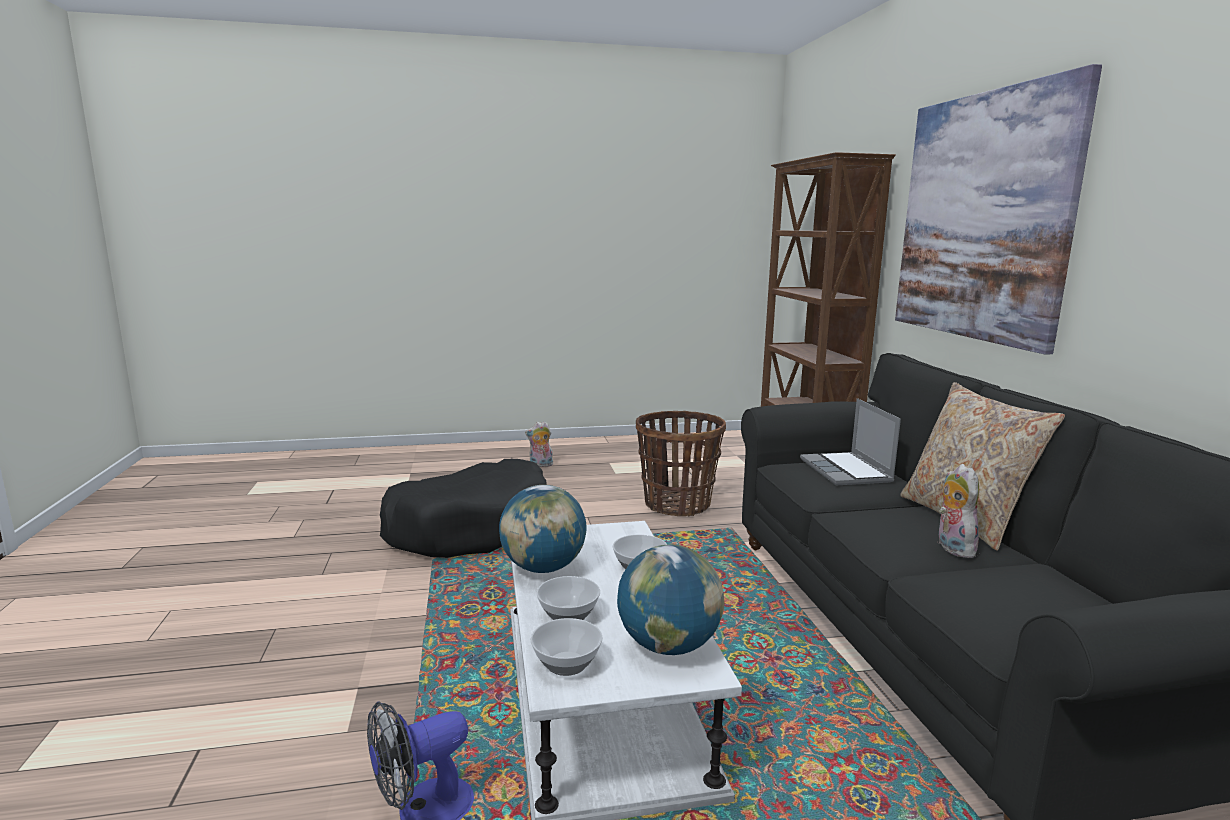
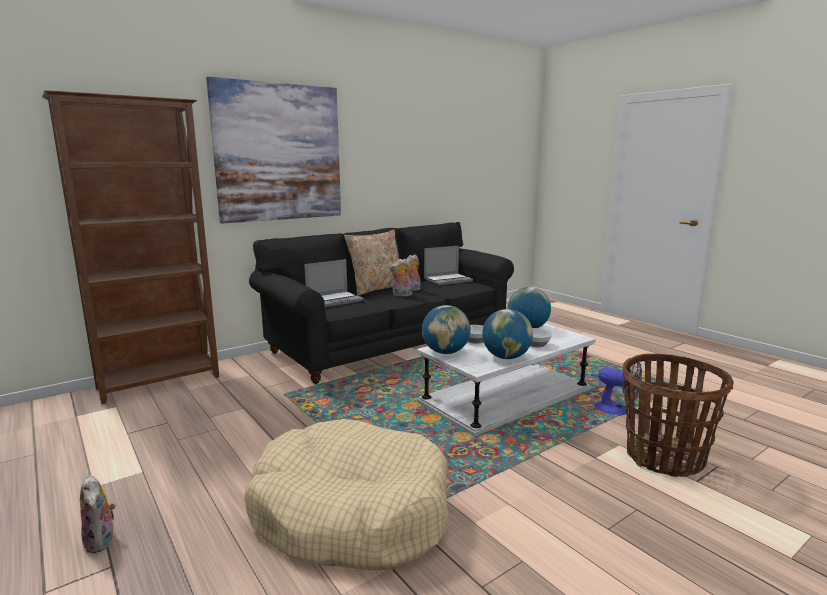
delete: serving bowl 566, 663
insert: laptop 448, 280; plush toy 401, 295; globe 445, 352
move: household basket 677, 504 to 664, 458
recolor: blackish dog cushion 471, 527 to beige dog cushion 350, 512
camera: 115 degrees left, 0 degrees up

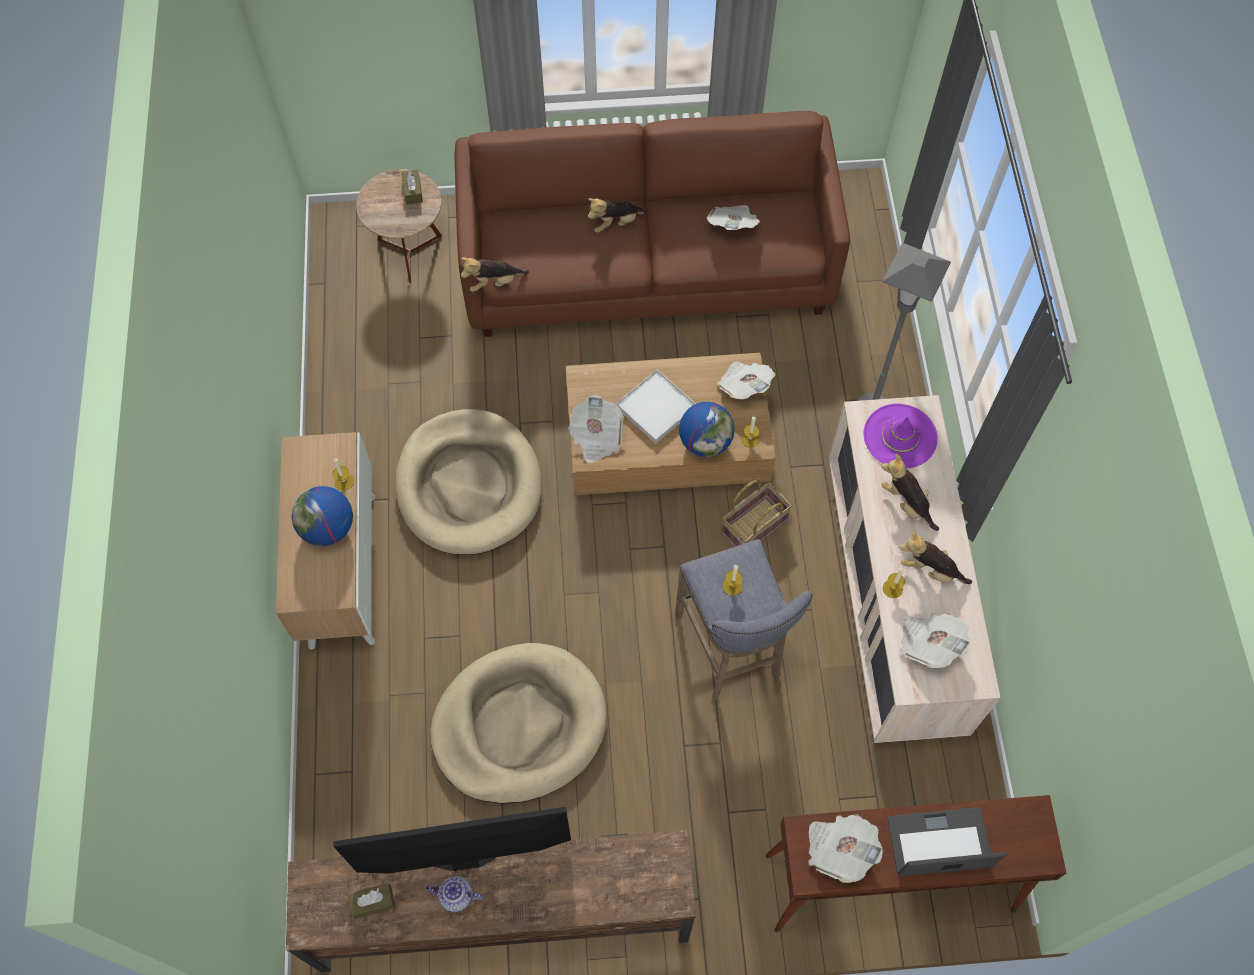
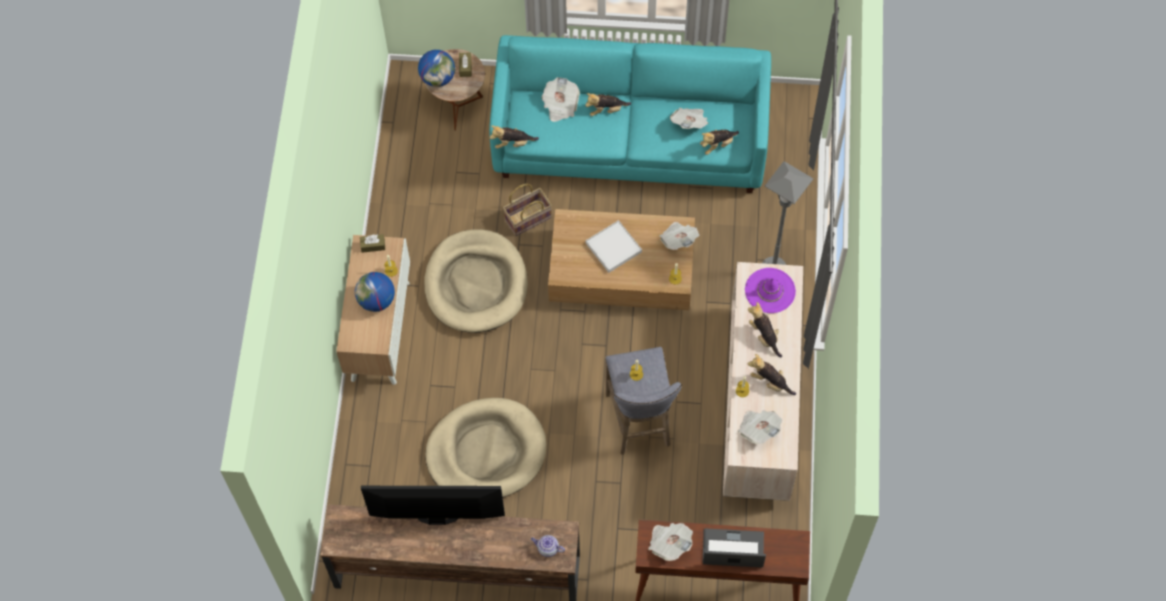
insert: plush toy 717, 145
move: daily paper 596, 437 to 560, 105; globe 705, 442 to 438, 78; household basket 753, 526 to 528, 217; tea pot 455, 896 to 547, 548; brown-coloured tissue box 373, 902 to 373, 245
recolor: brown-coloured couch 648, 267 to turquoise-coloured couch 630, 141
camera: 10 degrees right, 0 degrees up

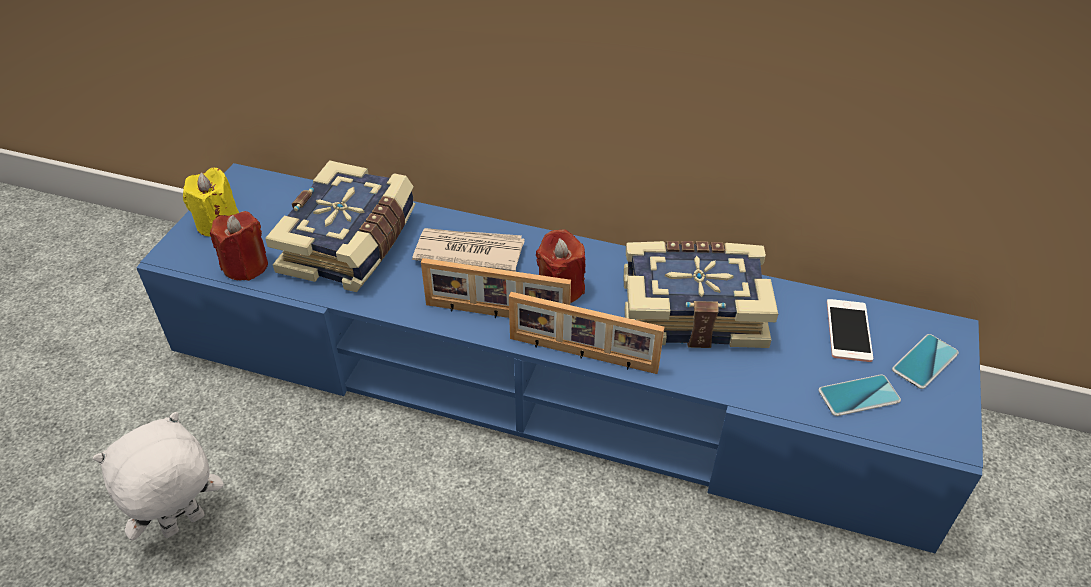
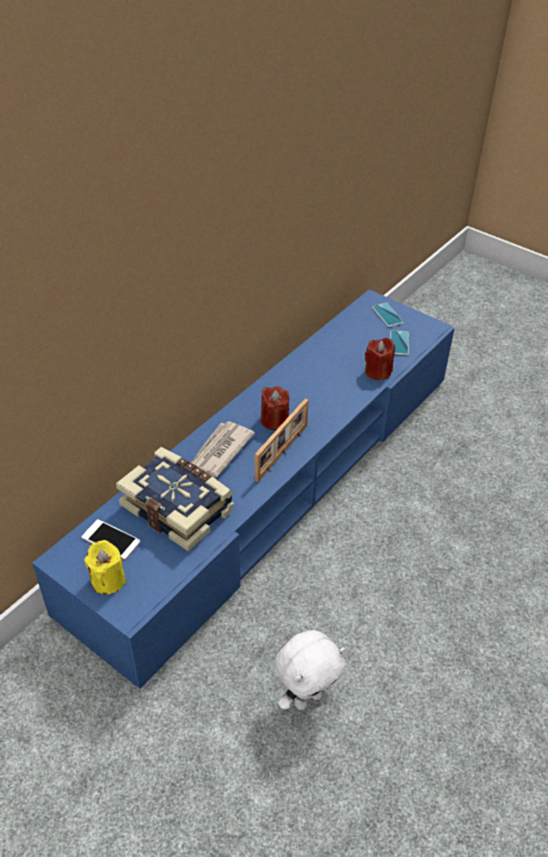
delete: volume 692, 309; standing frame 582, 355
move: red-coloured wax light 246, 266 to 378, 372; handset 848, 331 to 111, 540
rotate: white plush toy 184, 526 = 307, 698 105 degrees counterclockwise
camera: 70 degrees left, 0 degrees up

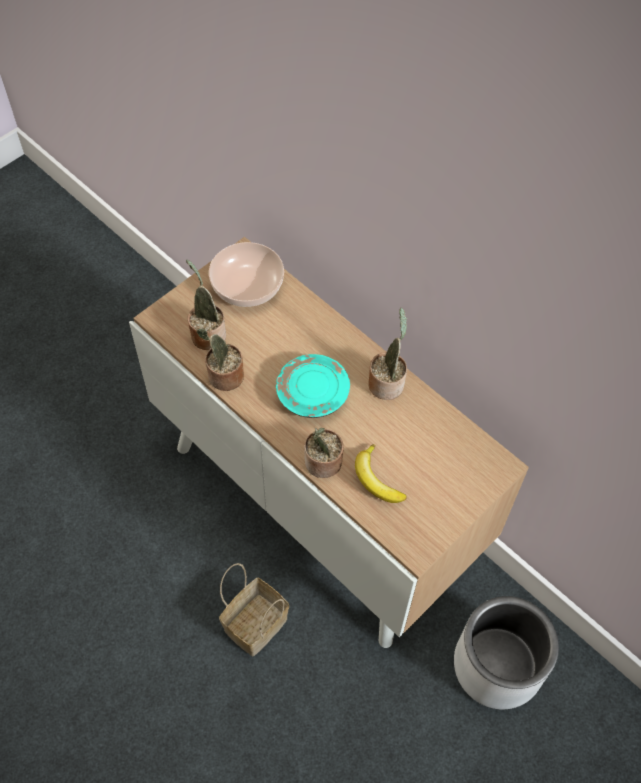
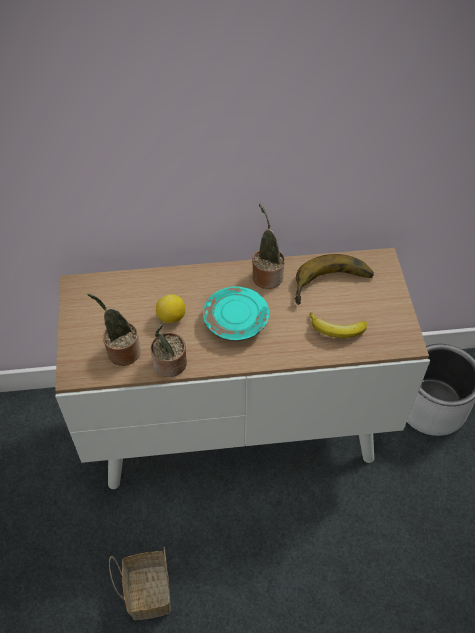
delete: serving bowl 247, 284; plant in a pot 322, 464
insert: banana 333, 287; citrus fruit 171, 317
move: household basket 256, 622 to 147, 590
camera: 50 degrees left, 5 degrees down

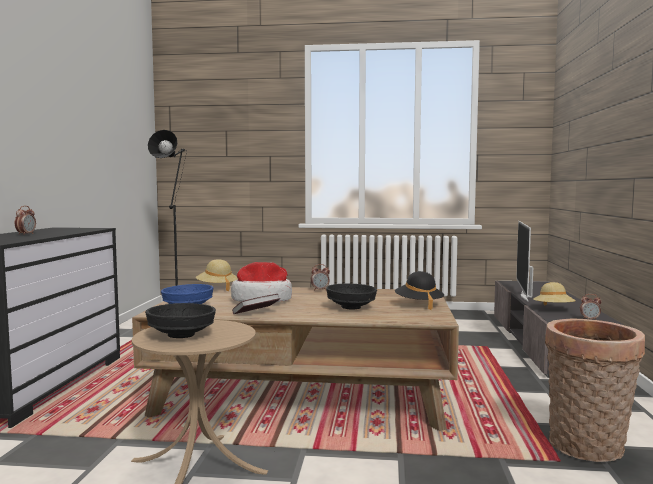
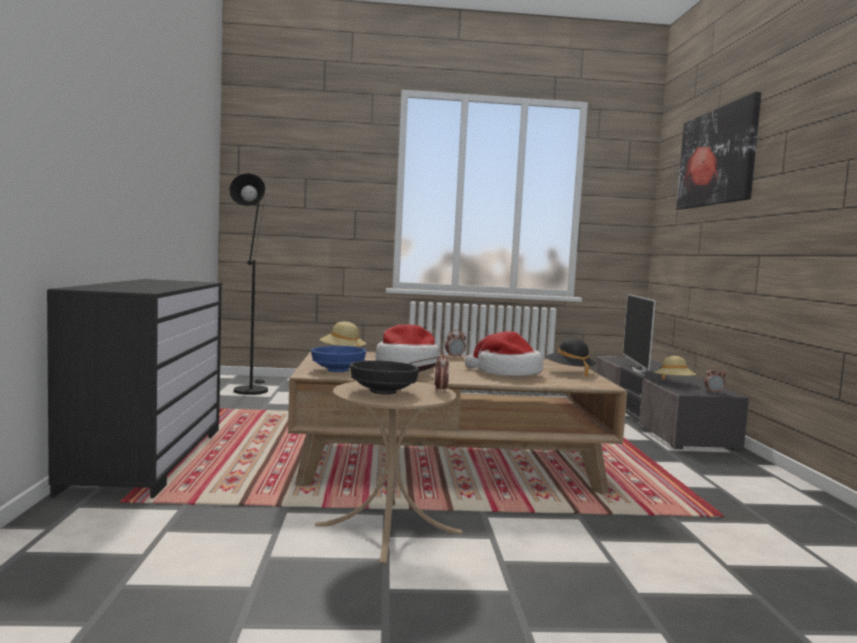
delete: household basket 588, 449
insert: wall art 716, 157
move: alarm clock 26, 234 to 440, 390
replace: blackish serving bowl 350, 307 to hat 506, 373
camera: 10 degrees left, 0 degrees up

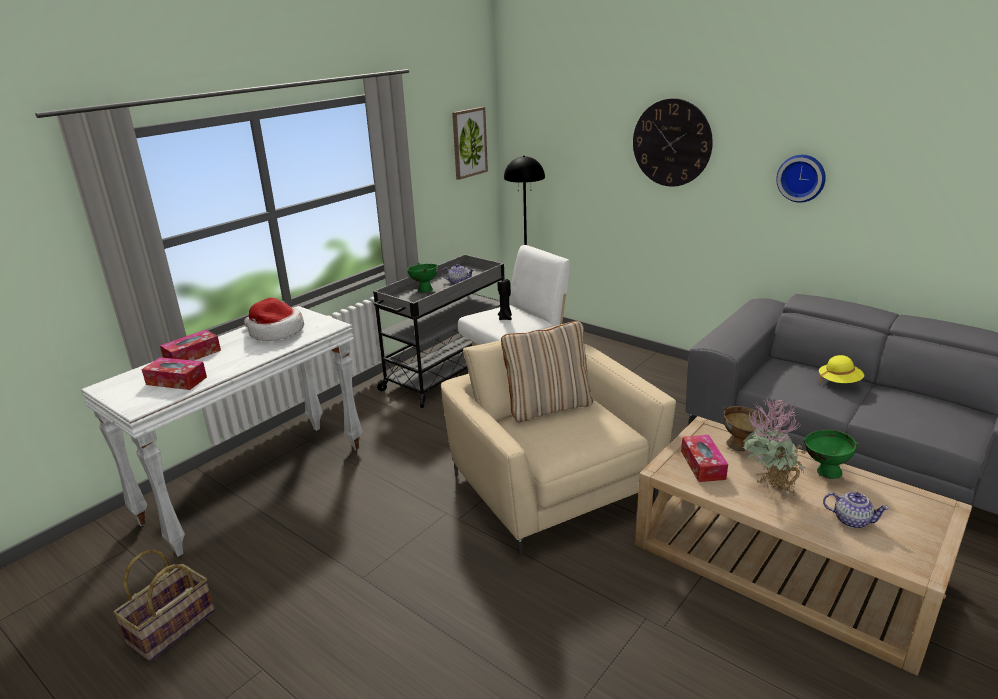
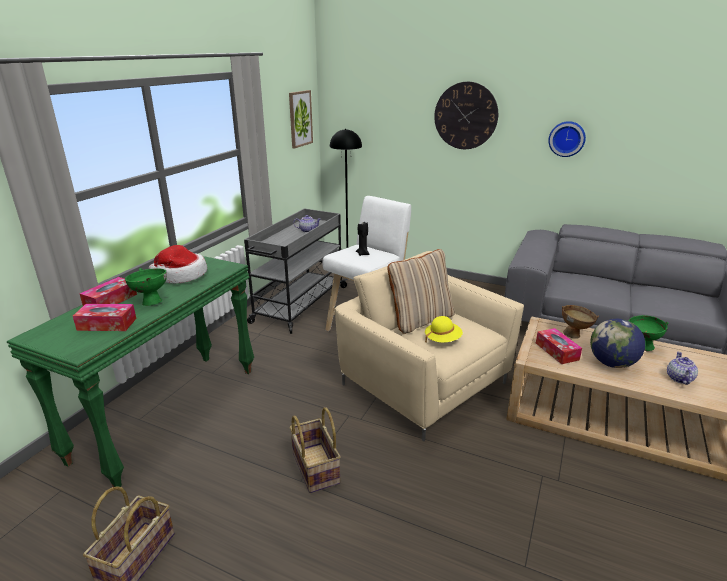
insert: household basket 314, 468
move: green serving bowl 424, 289 to 151, 301; yellow-coloured hat 839, 382 to 442, 340
replace: plant in a pot 768, 489 to globe 612, 363
recolor: white hall table 256, 482 to green hall table 168, 412
rotate: tea pot 851, 520 = 679, 378 90 degrees counterclockwise
camera: 15 degrees left, 0 degrees up

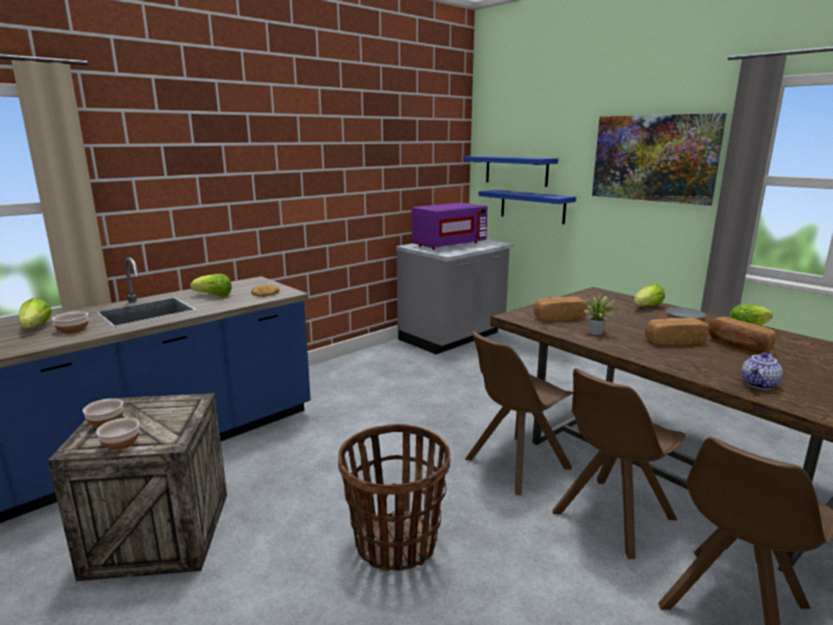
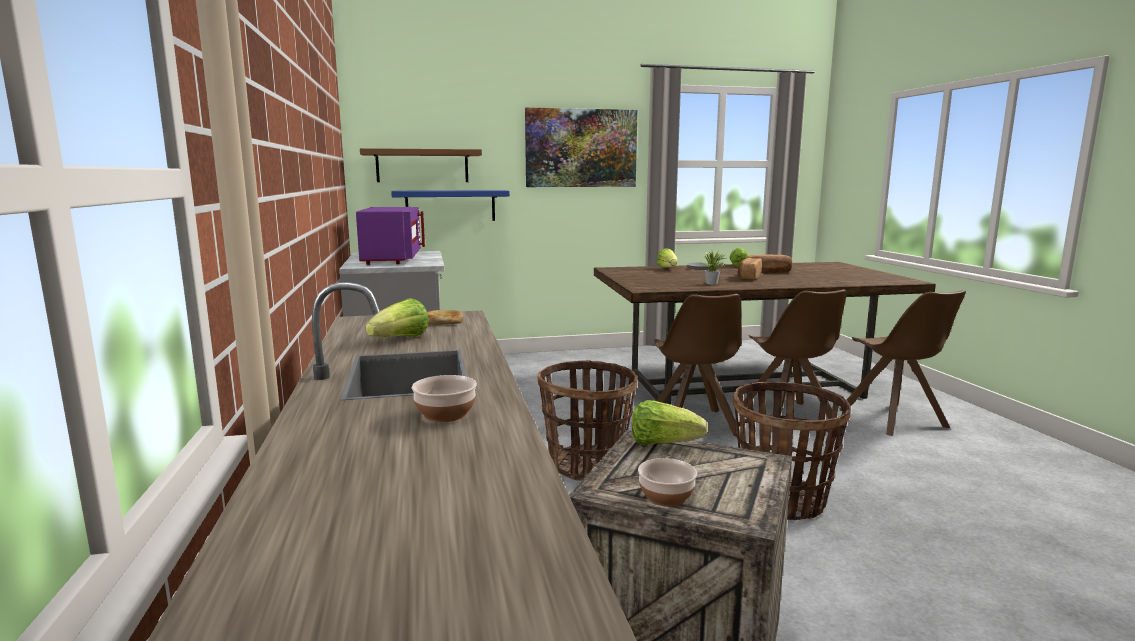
delete: bread 558, 317; tea pot 760, 385; serving bowl 121, 443
insert: household basket 587, 466
move: lettuce head 36, 327 to 663, 443
recolor: blue wall shelf 516, 170 to brown-coloured wall shelf 422, 166
camera: 60 degrees left, 5 degrees down

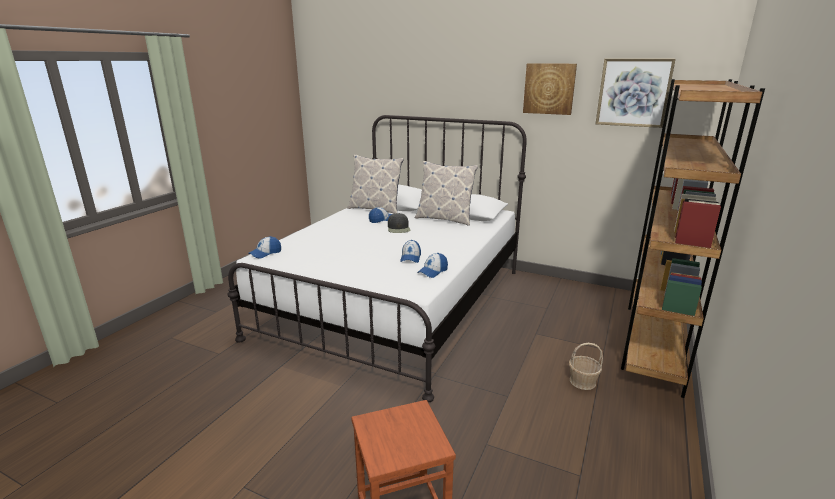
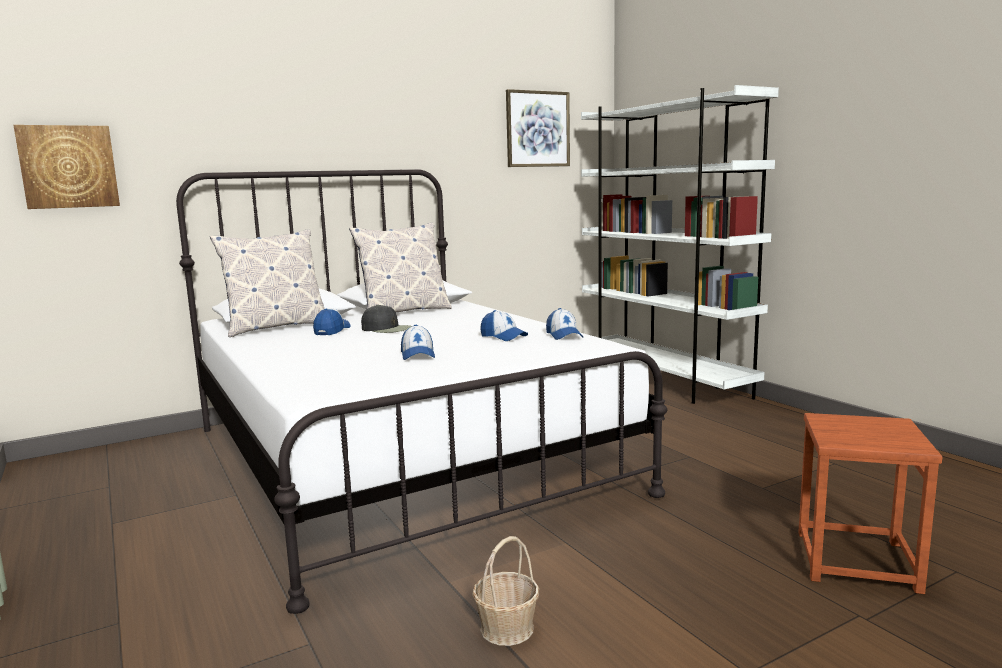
move: wall art 549, 89 to 68, 167; baseball cap 265, 253 to 418, 355; household basket 582, 381 to 506, 628
recolor: brown-coloured bookcase 652, 342 to white bookcase 664, 381
camera: 55 degrees left, 10 degrees down

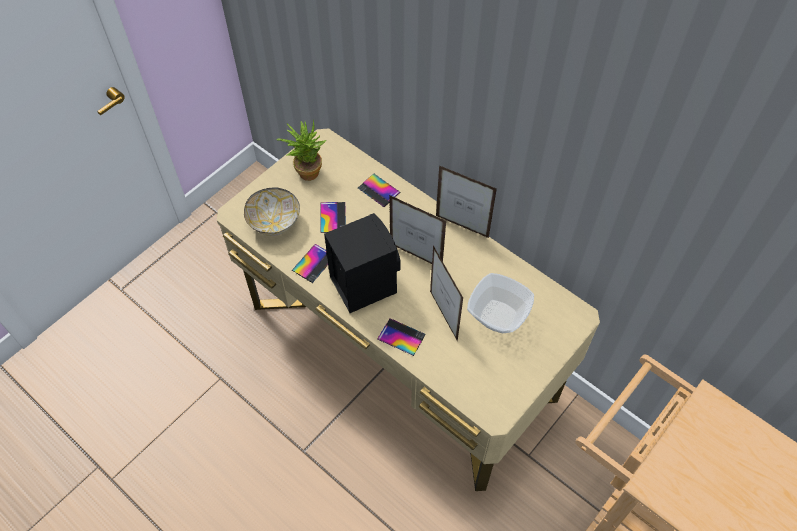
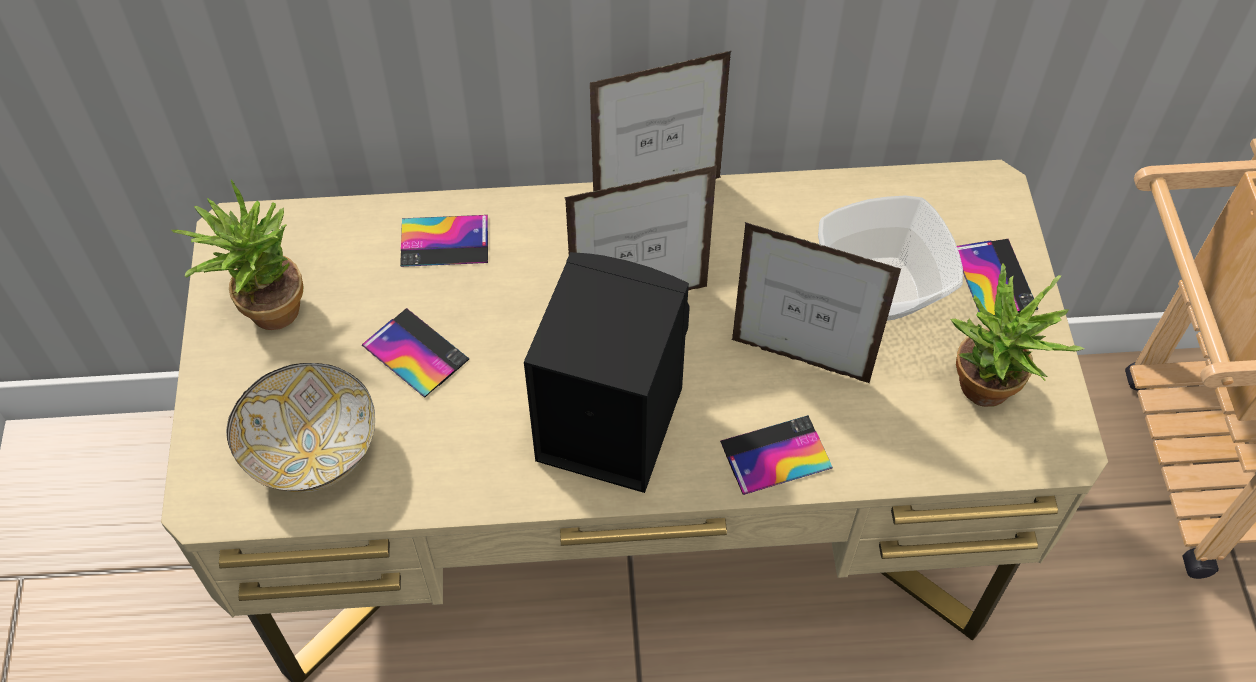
insert: plant in a pot 988, 395
move: handset 313, 263 to 994, 278
camera: 45 degrees left, 0 degrees up

